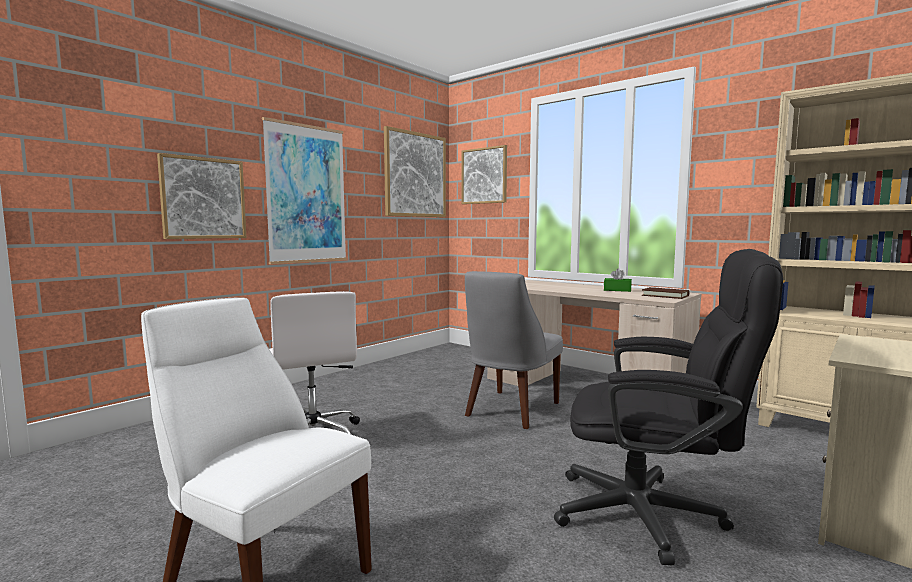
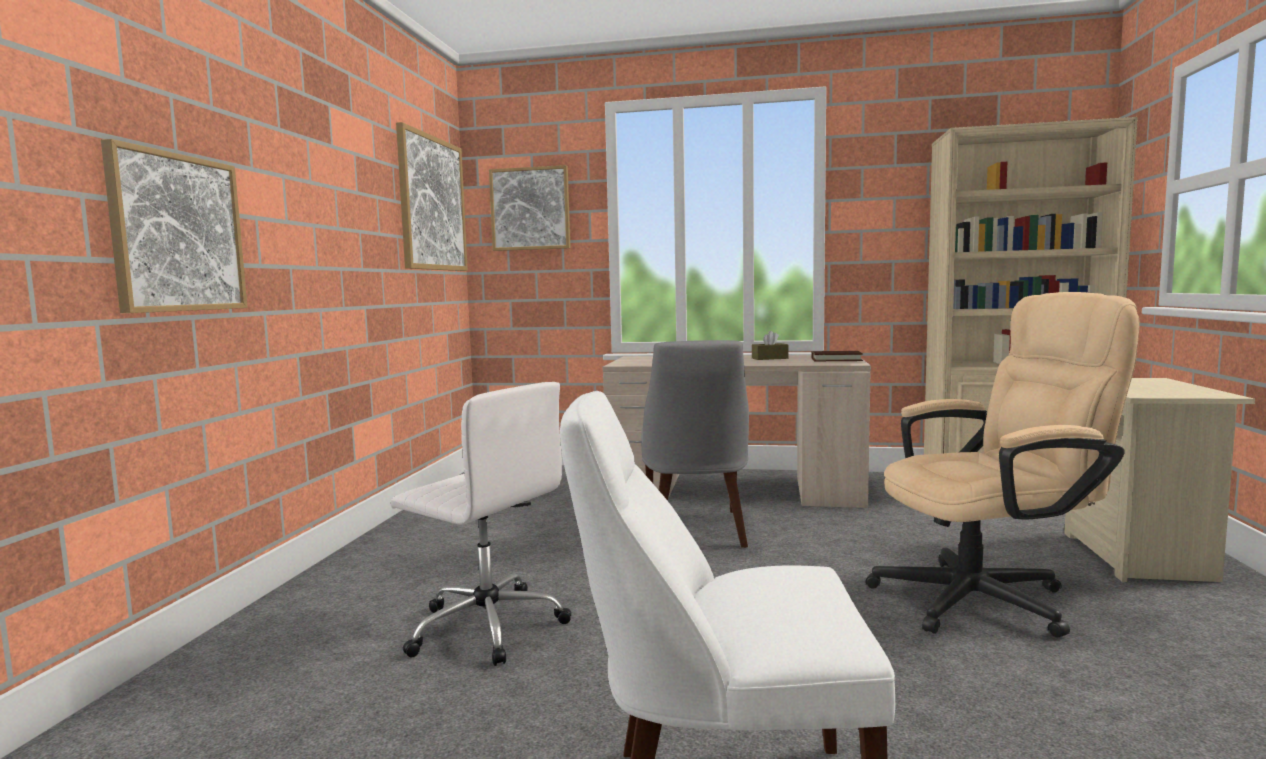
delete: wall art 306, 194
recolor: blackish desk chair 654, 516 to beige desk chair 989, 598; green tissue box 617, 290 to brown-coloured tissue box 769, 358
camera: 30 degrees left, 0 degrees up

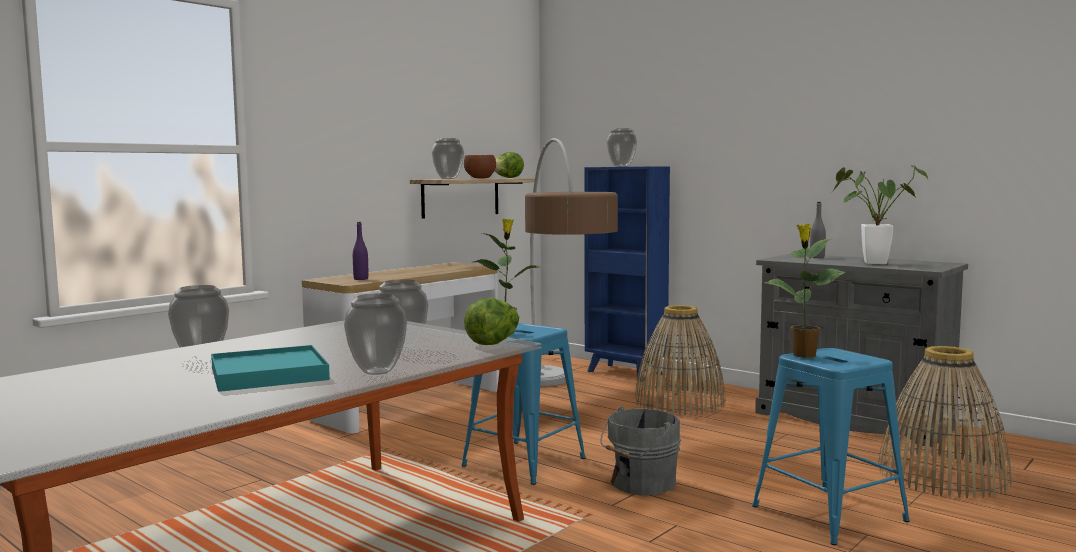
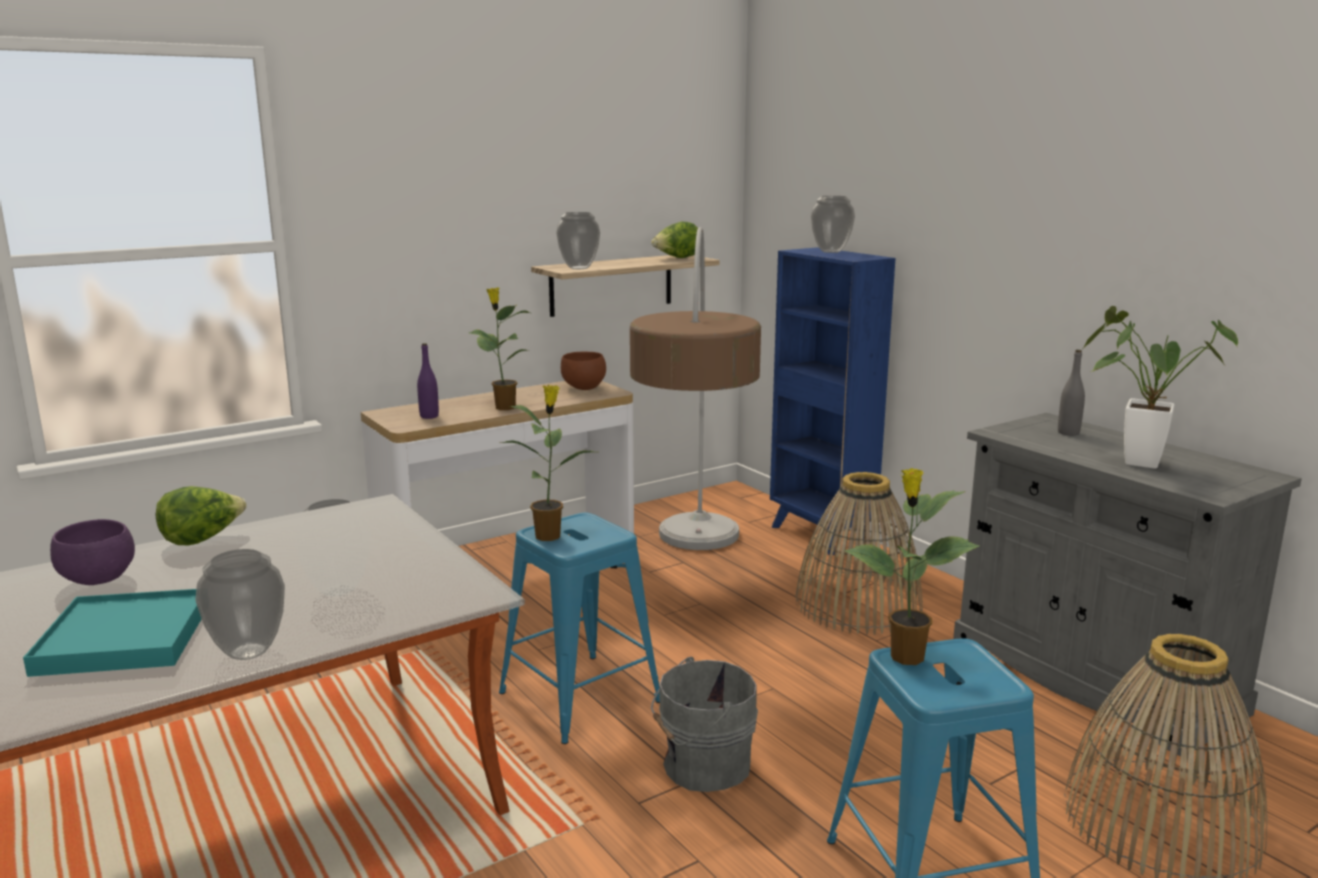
insert: plant in a pot 504, 407
move: brown-coloured serving bowl 480, 178 to 584, 388; lettuce head 493, 343 to 202, 539
replace: flower vase 202, 356 to purplish serving bowl 100, 580
camera: 15 degrees right, 10 degrees up

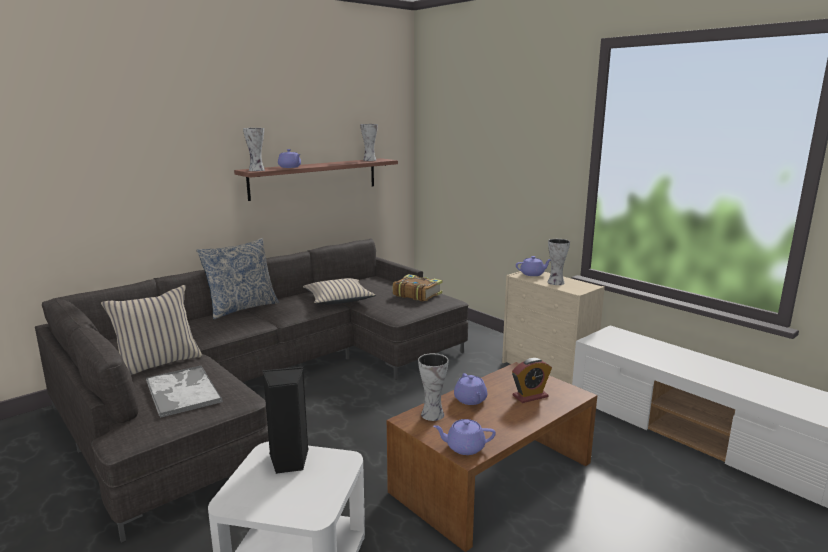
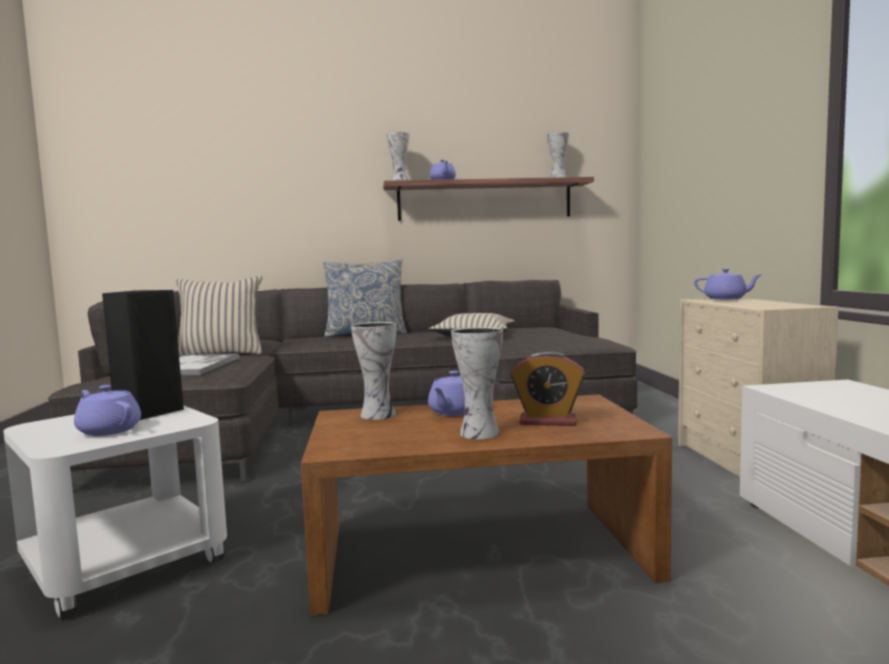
delete: volume 417, 294
move: flower vase 555, 282 to 477, 433; purplish tea pot 464, 447 to 108, 430
camera: 35 degrees right, 10 degrees down

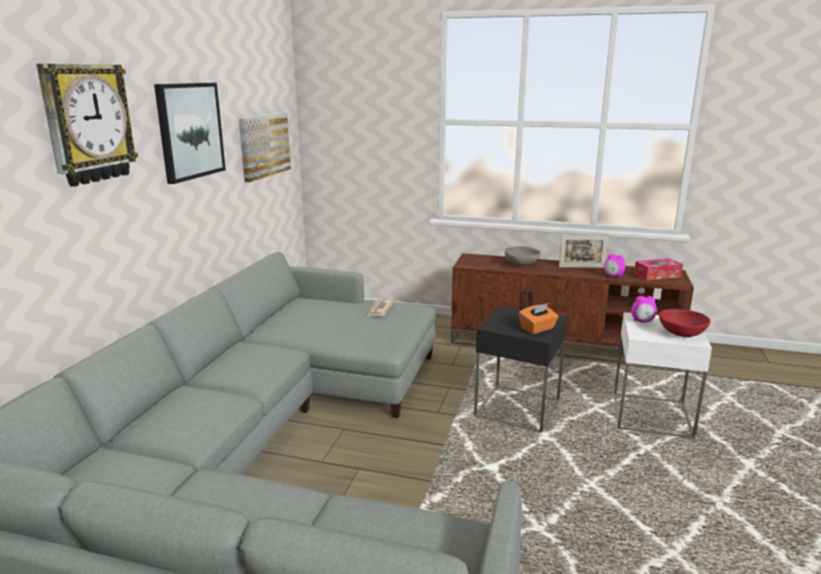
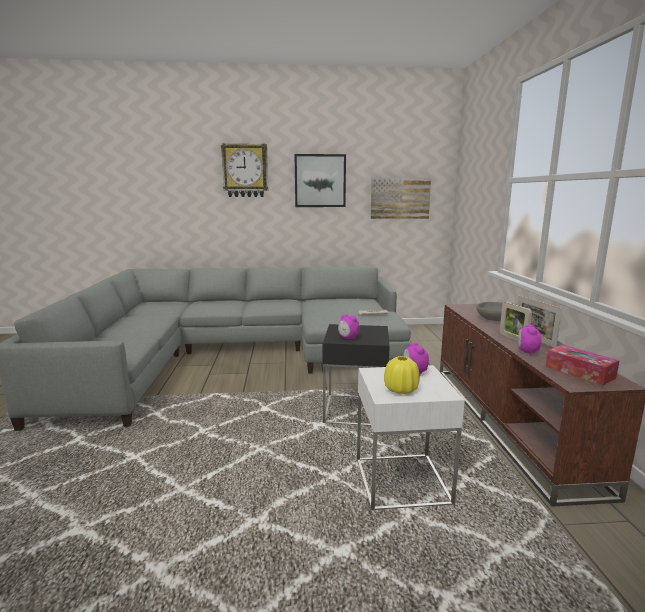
insert: standing frame 513, 338
replace: orange tissue box 537, 329 to alarm clock 348, 338; red-coloured serving bowl 681, 333 to yellow-coloured flower vase 401, 390
camera: 70 degrees right, 5 degrees down

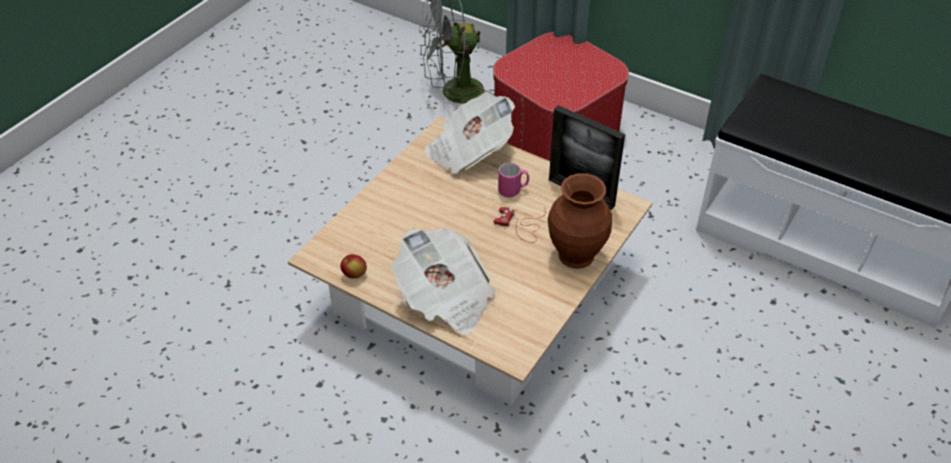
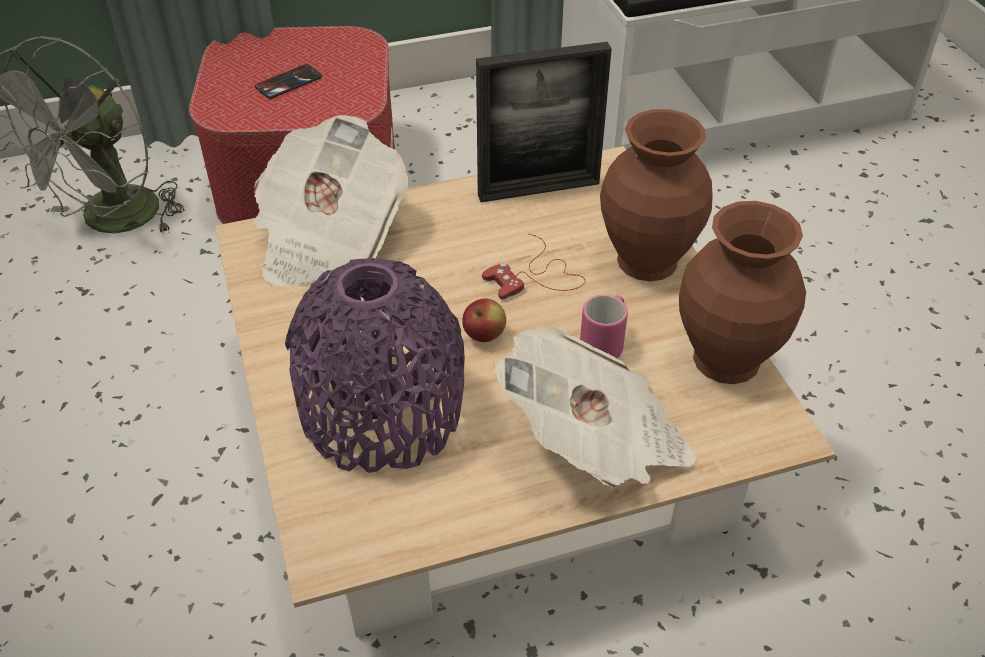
insert: handset 288, 82; brown-coloured flower vase 727, 357; purplish flower vase 382, 412
move: pink coffee mug 513, 190 to 605, 344; apple fruit 354, 274 to 484, 335
camera: 50 degrees left, 0 degrees up

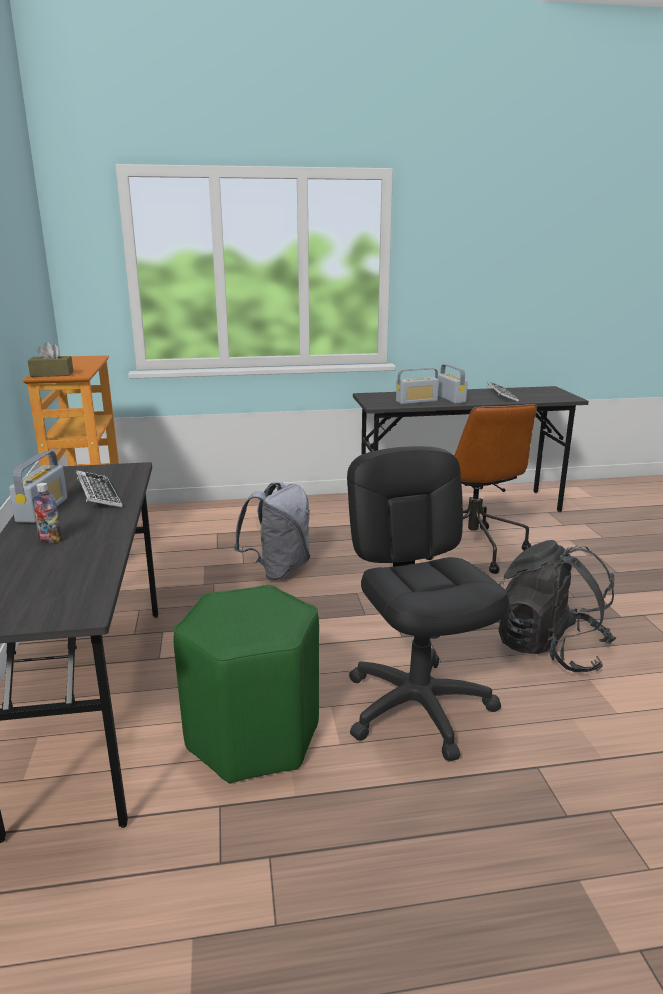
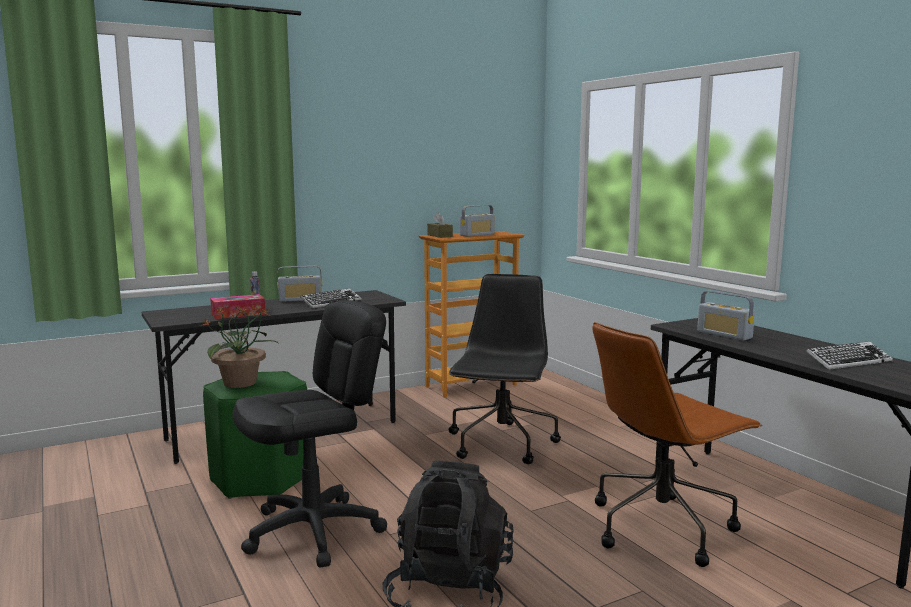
insert: tissue box 238, 314; plant in a pot 241, 383
move: radio 450, 399 to 477, 235
replace: grey knapsack 278, 570 to blackish desk chair 501, 444
camera: 70 degrees right, 10 degrees down

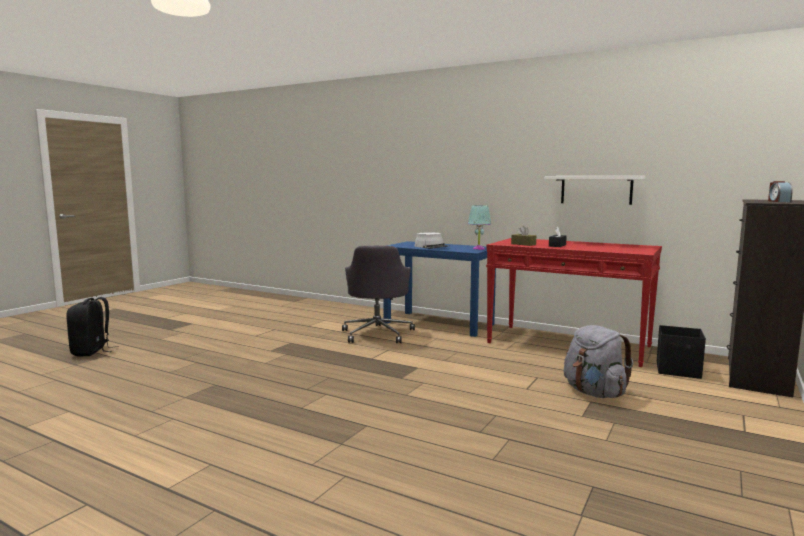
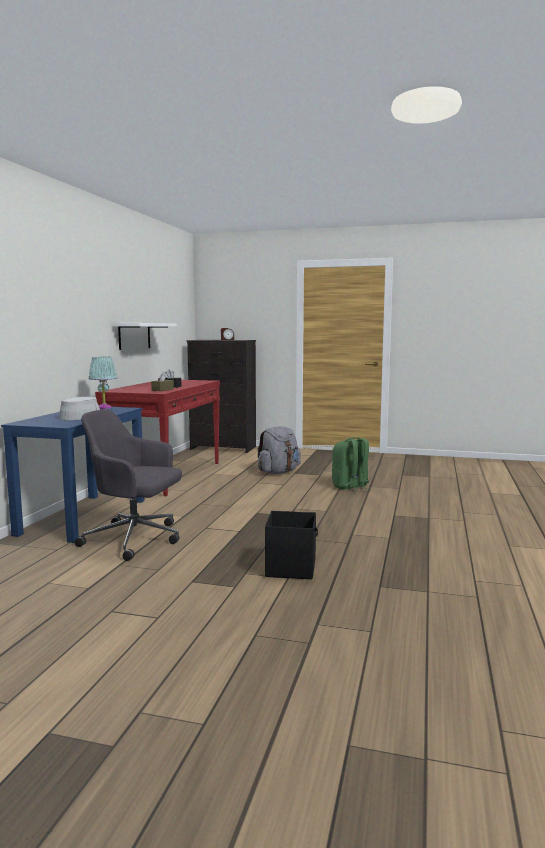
delete: blackish knapsack 92, 352
insert: green knapsack 351, 487
move: blackish storage bin 679, 370 to 291, 568
rotate: grey desk chair 378, 333 = 135, 539 150 degrees counterclockwise
camera: 105 degrees left, 0 degrees up

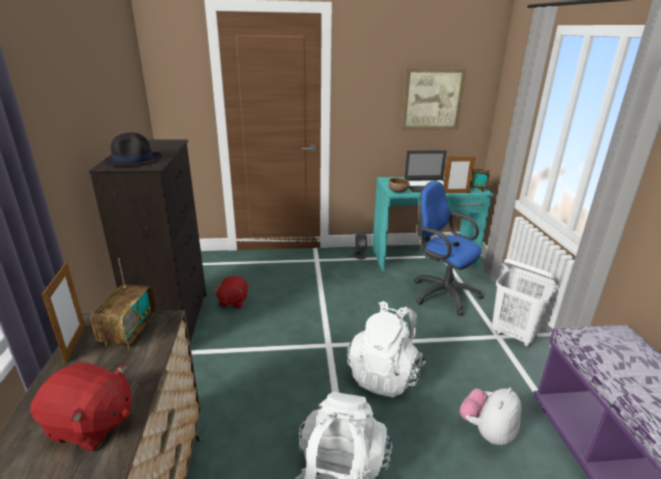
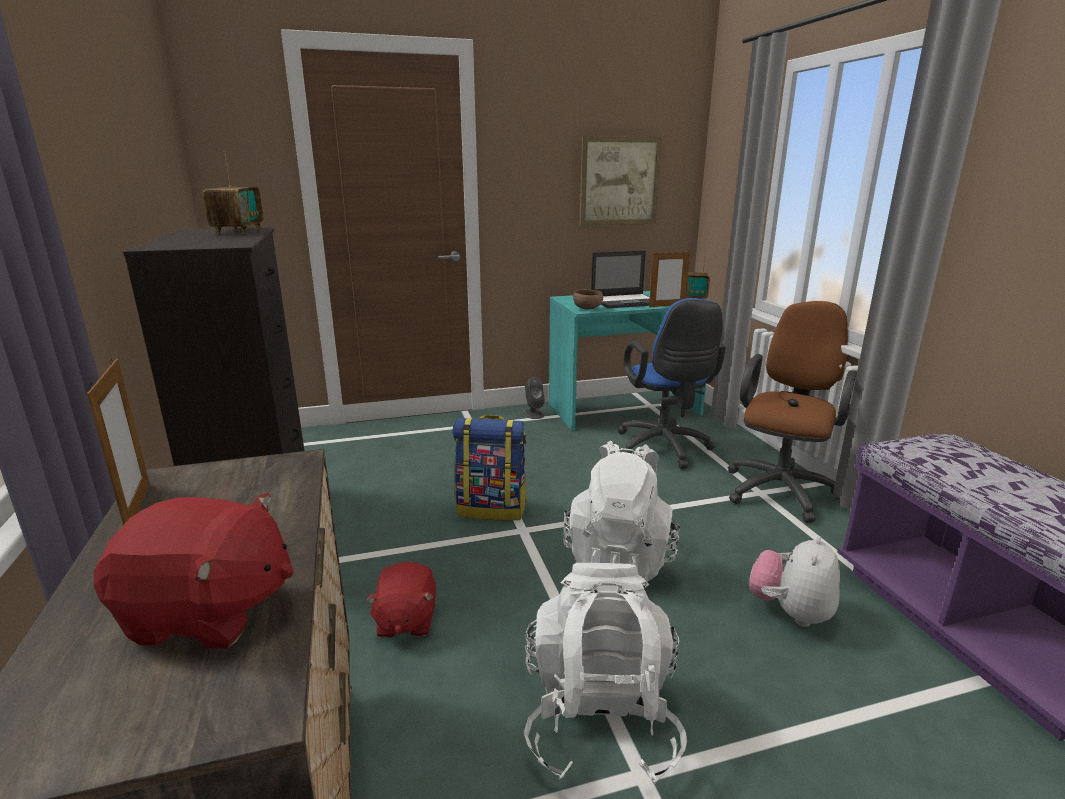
delete: blackish hat 134, 159
insert: knapsack 492, 508
move: radio 129, 332 to 238, 231; red-coloured plush toy 233, 302 to 405, 621
replace: white washing basket 514, 335 to brown-coloured desk chair 781, 488
rotate: blue desk chair 441, 293 = 664, 449 135 degrees counterclockwise
camera: 10 degrees left, 5 degrees down

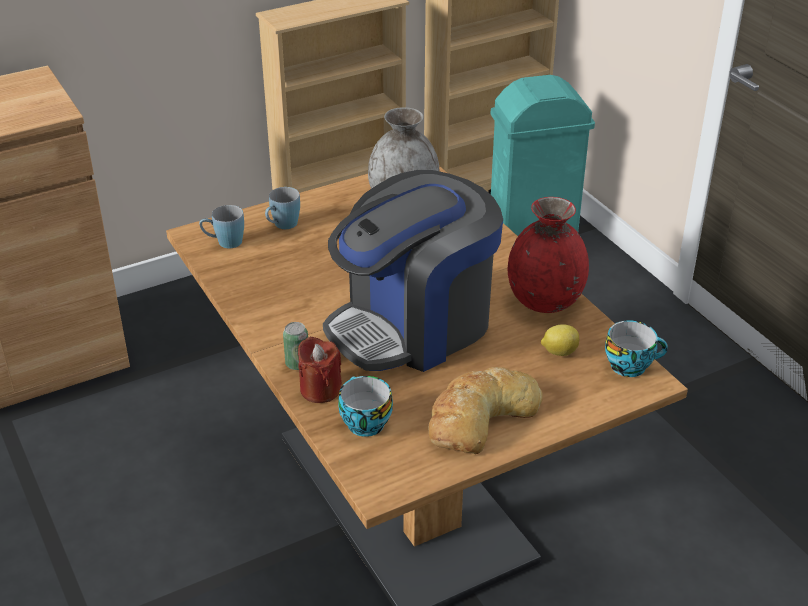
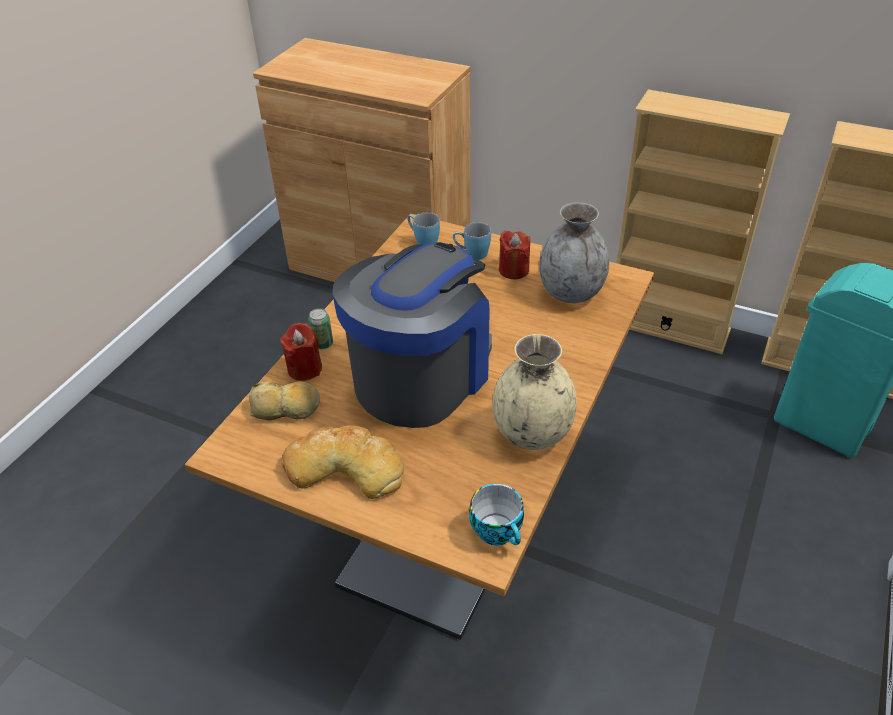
delete: citrus fruit 559, 351
insert: red-coloured wax light 513, 270
replace: drinking cup 363, 422 to bread 286, 408
recolor: red-coloured flower vase 544, 301 to beige flower vase 531, 433
rotate: coffee maker 413, 326 = 421, 376 105 degrees clockwise
camera: 55 degrees right, 5 degrees up

